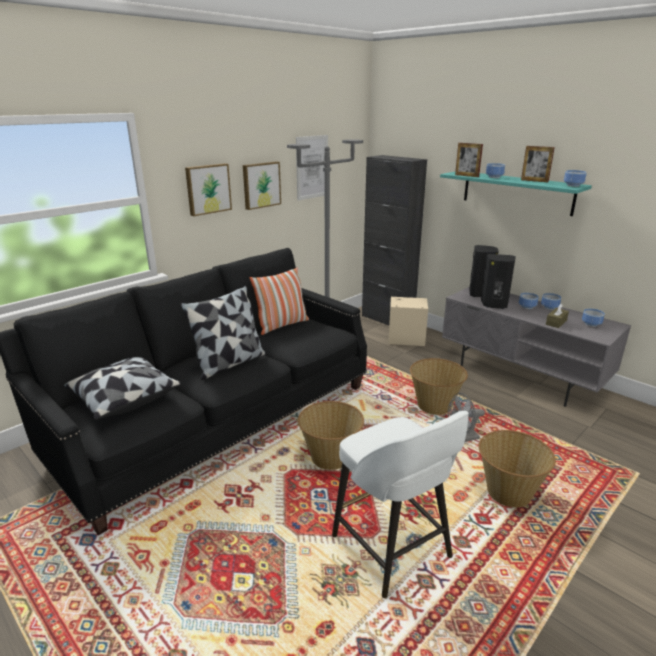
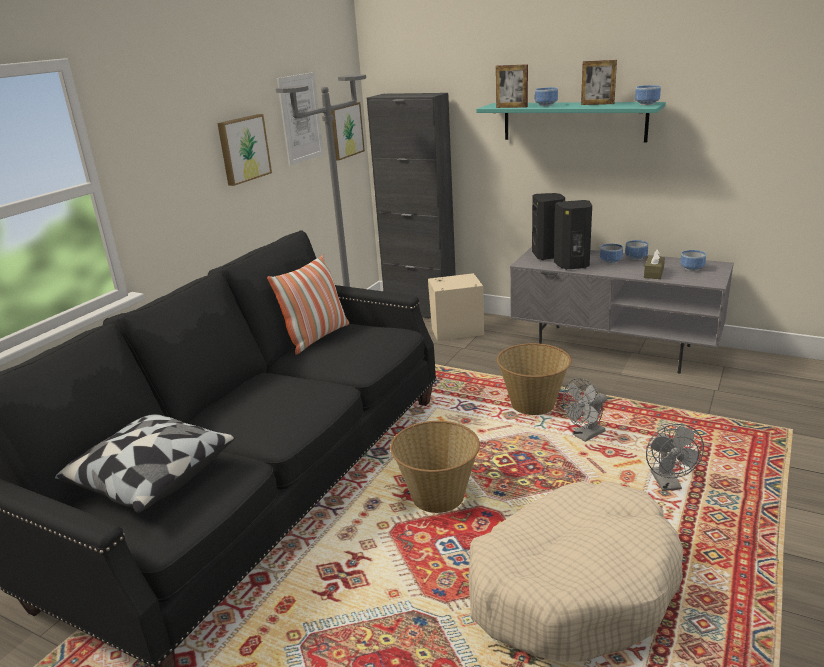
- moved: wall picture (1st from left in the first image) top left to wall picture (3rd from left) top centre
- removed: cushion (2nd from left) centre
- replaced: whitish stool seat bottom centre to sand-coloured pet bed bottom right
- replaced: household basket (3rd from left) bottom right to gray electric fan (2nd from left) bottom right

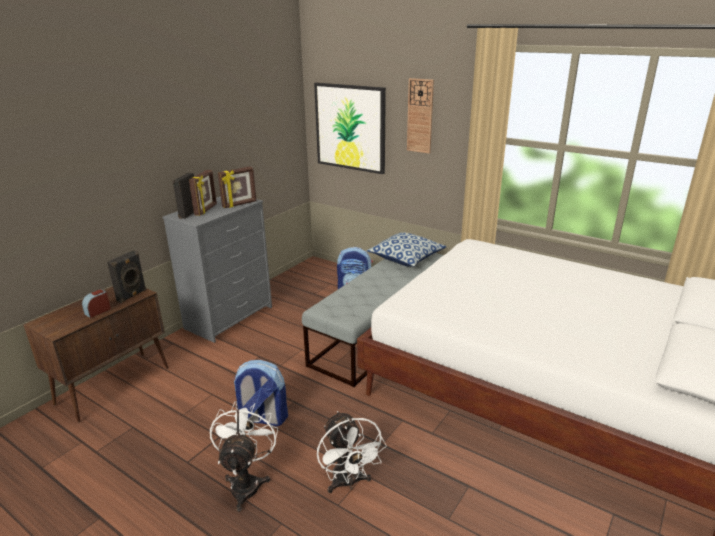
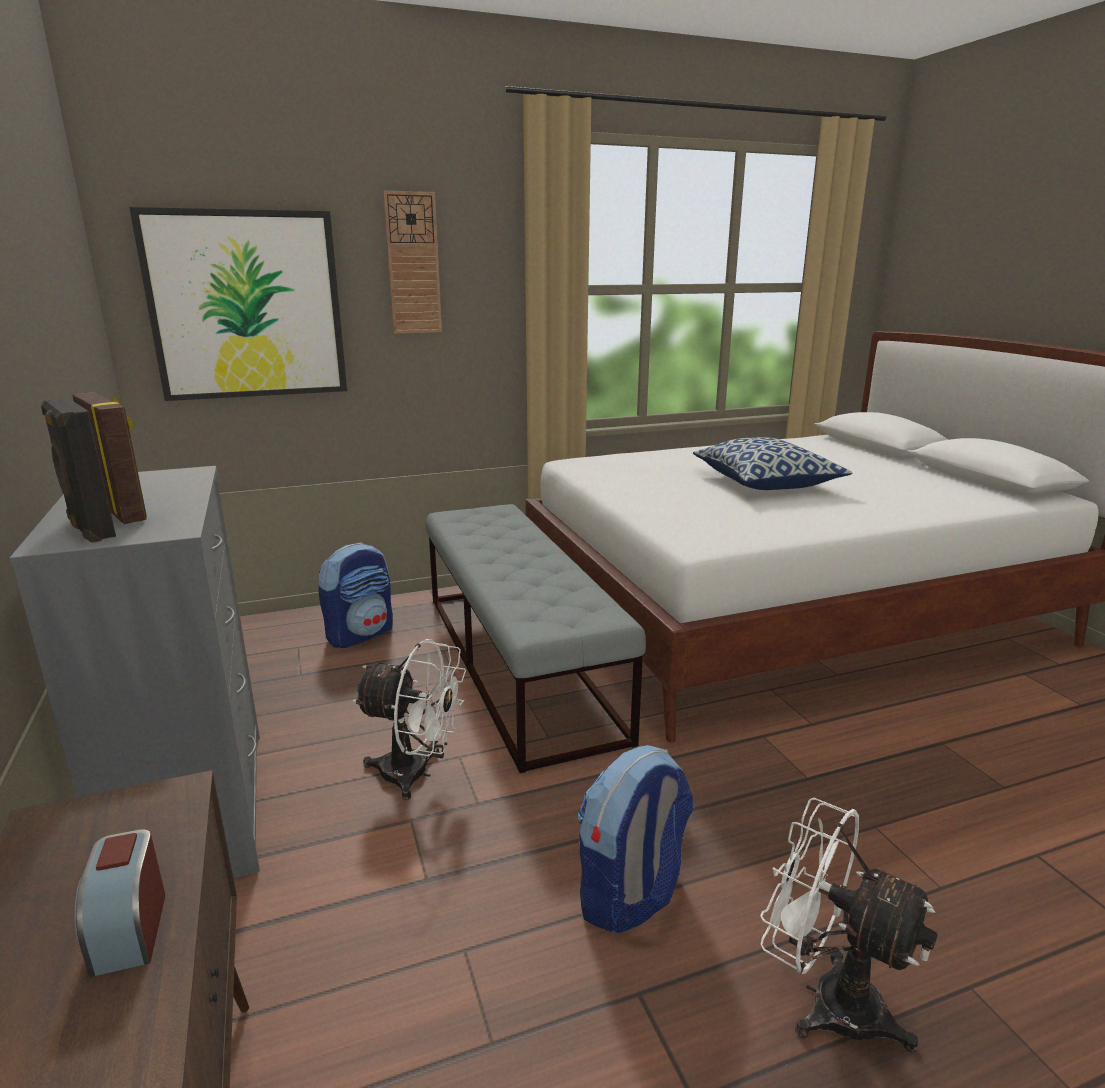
- removed: standing frame (2nd from left) middle left
- moved: cushion centre to middle right
- removed: black audio speaker (1st from left) middle left
- moved: whitish electric fan (2nd from left in the first image) bottom centre to whitish electric fan (1st from left) centre

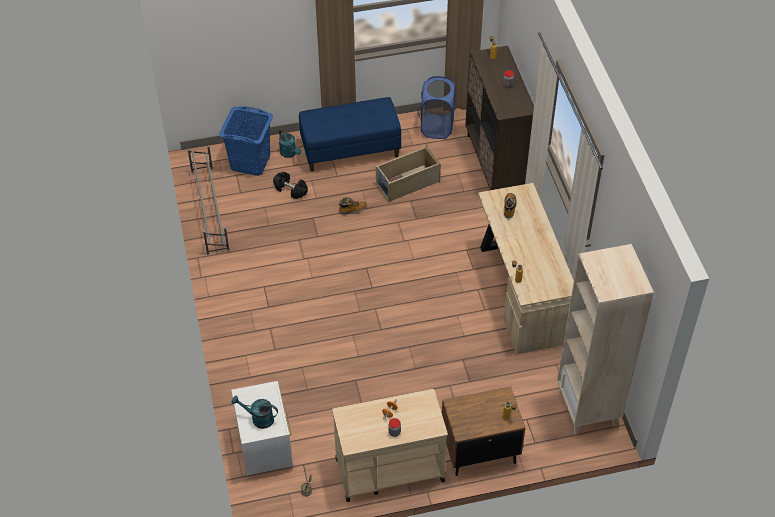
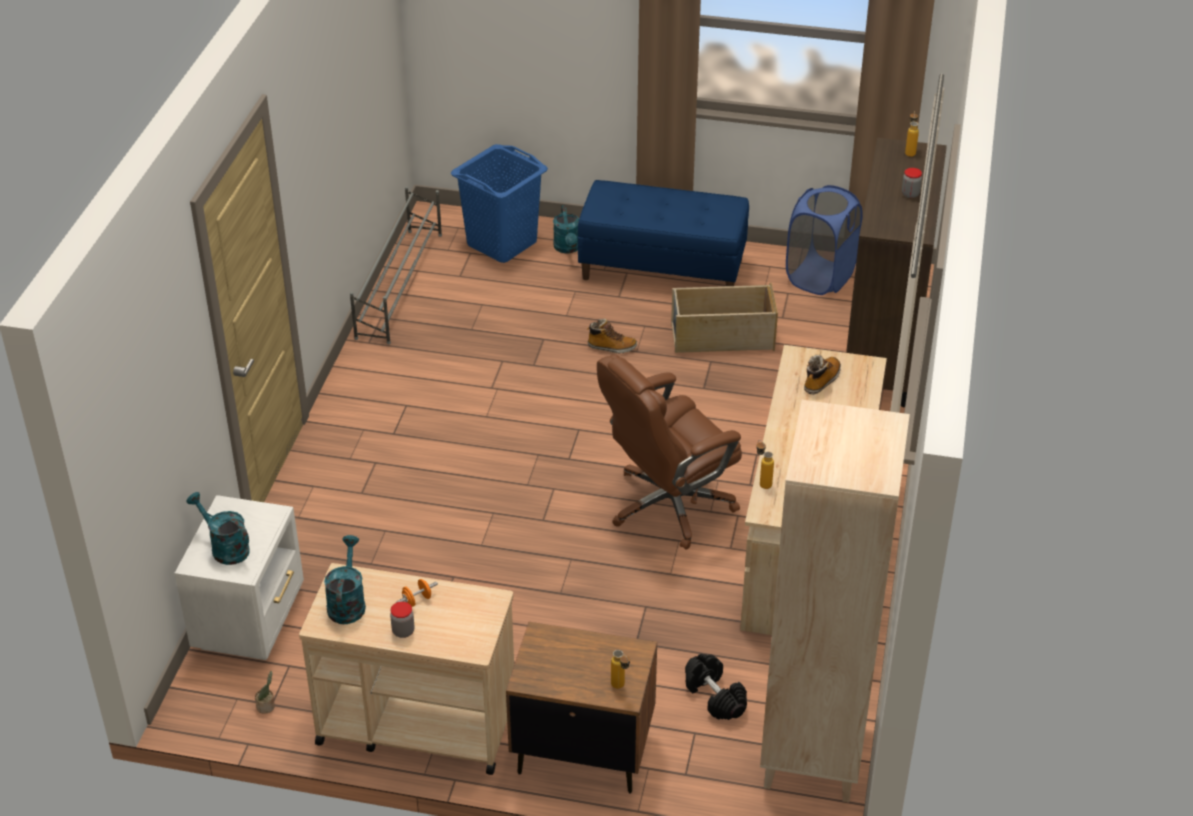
- moved: black dumbbell centre to bottom centre
- added: brown desk chair centre
- added: blue-green watering pot (2nd from left) bottom left

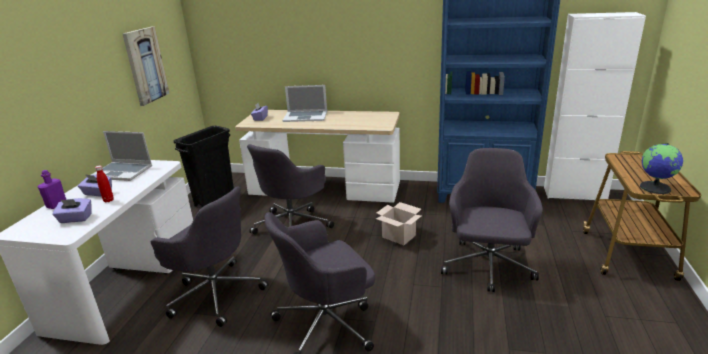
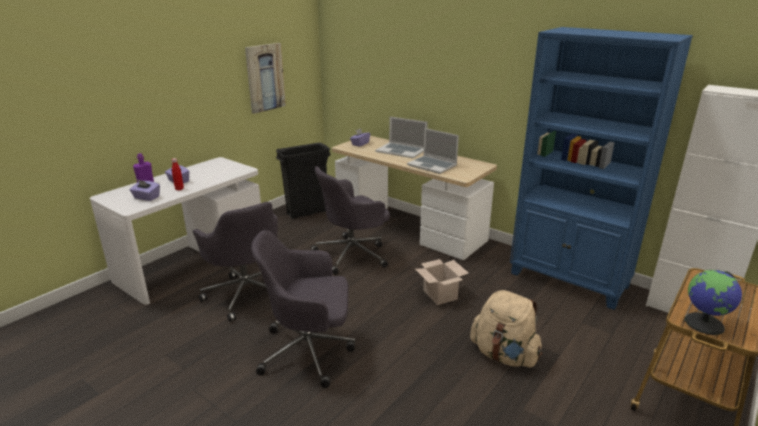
- moved: notebook computer (1st from left in the first image) middle left to notebook computer (2nd from left) centre
- replaced: gray desk chair (4th from left) middle right to sand-coloured knapsack bottom right

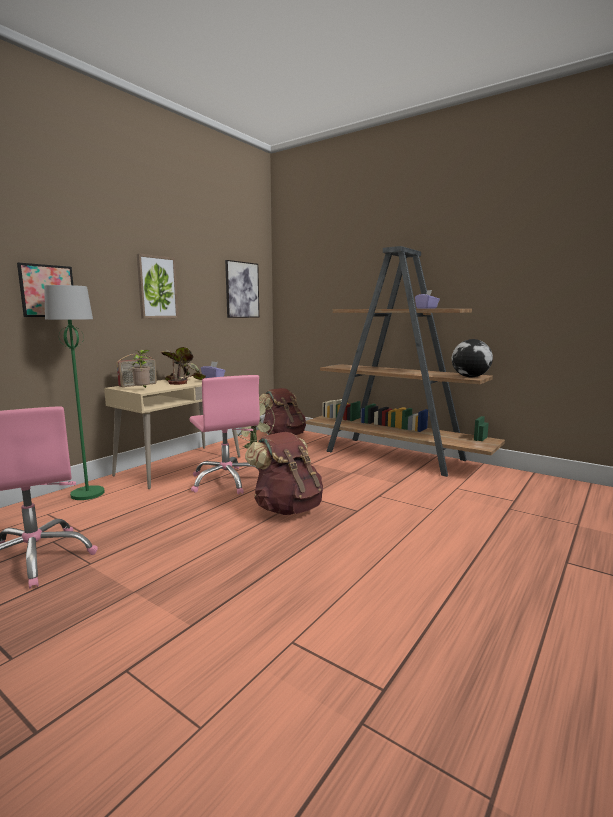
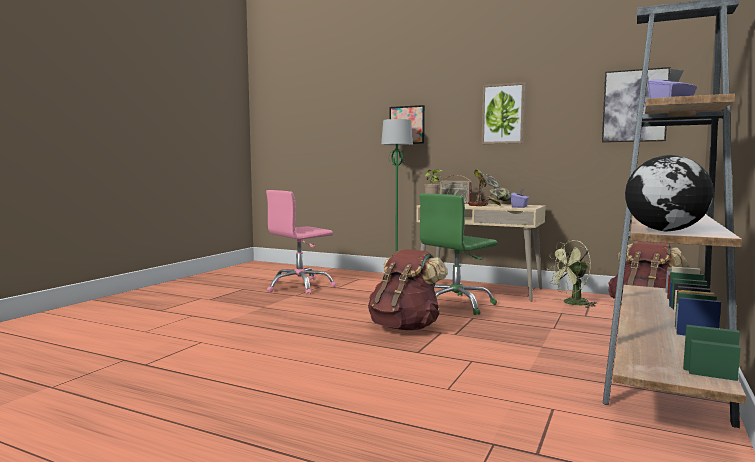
- recoloured: pink desk chair (2nd from left) centre to green-coloured desk chair centre

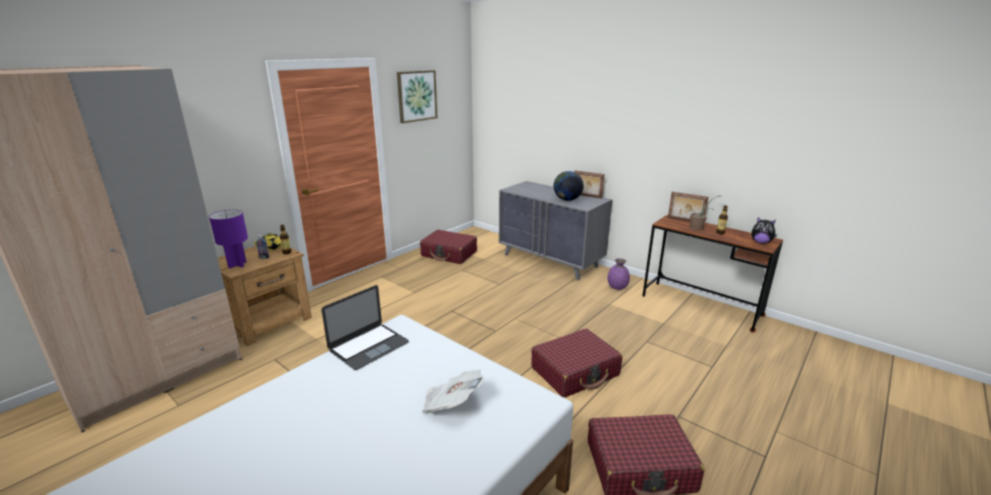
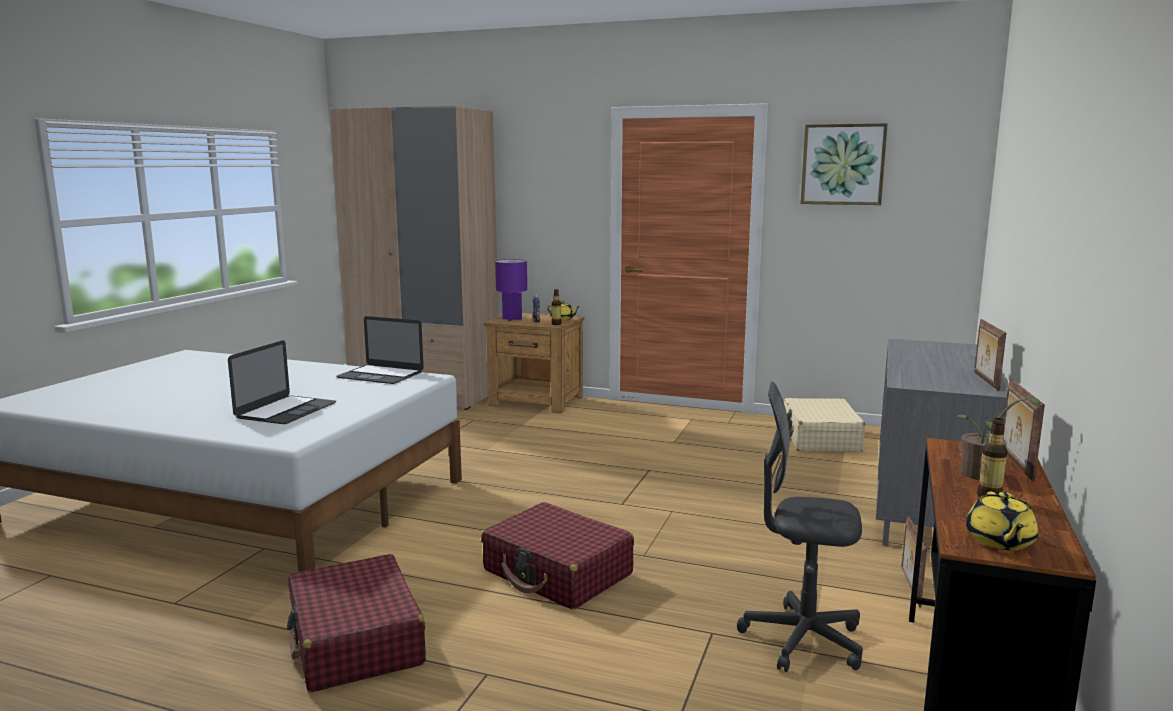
- removed: globe centre
- replaced: cuddly toy middle right to yellowish tea pot (2nd from left) bottom right
- recoloured: red-coloured travel case (1st from left) centre to sand-coloured travel case middle right
- replaced: purplish flower vase centre to standing frame (1st from left) bottom right
- replaced: daily paper bottom centre to notebook computer (1st from left) middle left
- added: gray desk chair bottom right

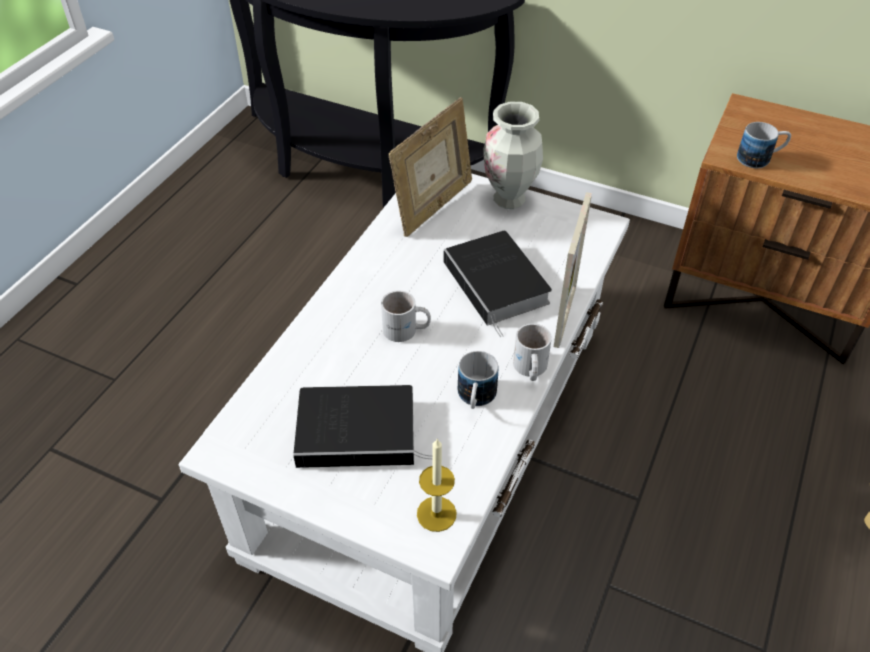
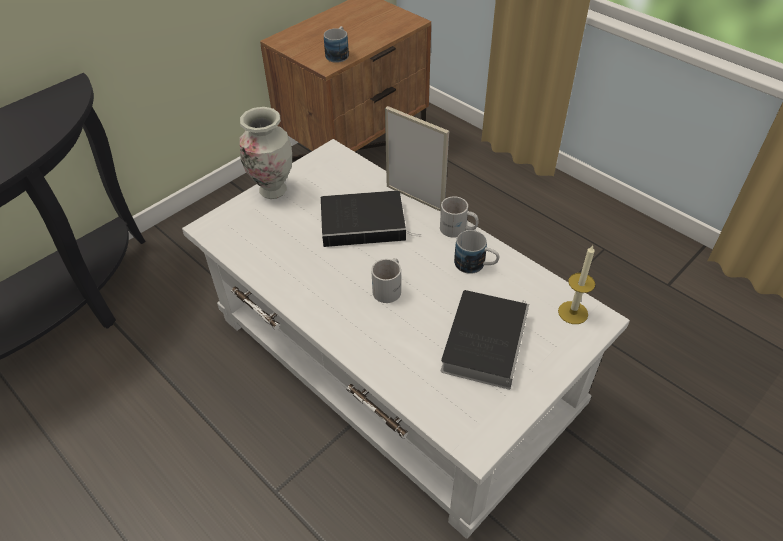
- removed: standing frame (1st from left) top centre

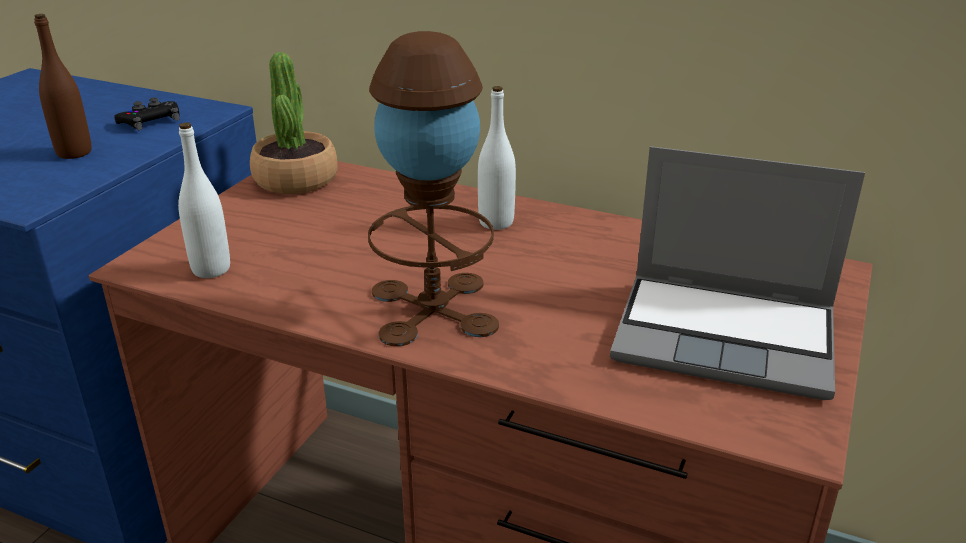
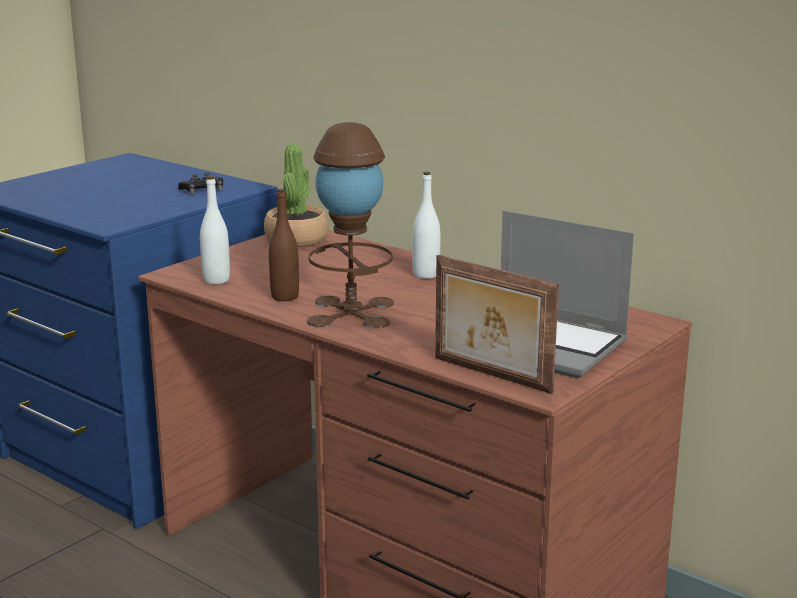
- moved: brown beverage bottle top left to centre
- added: standing frame centre

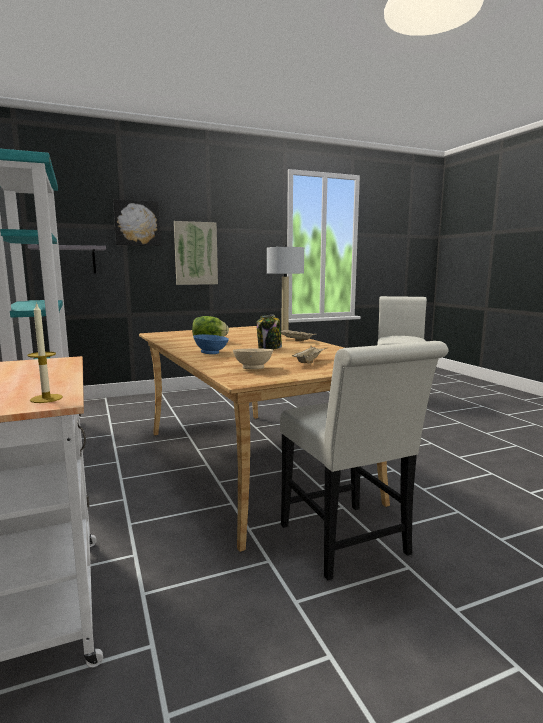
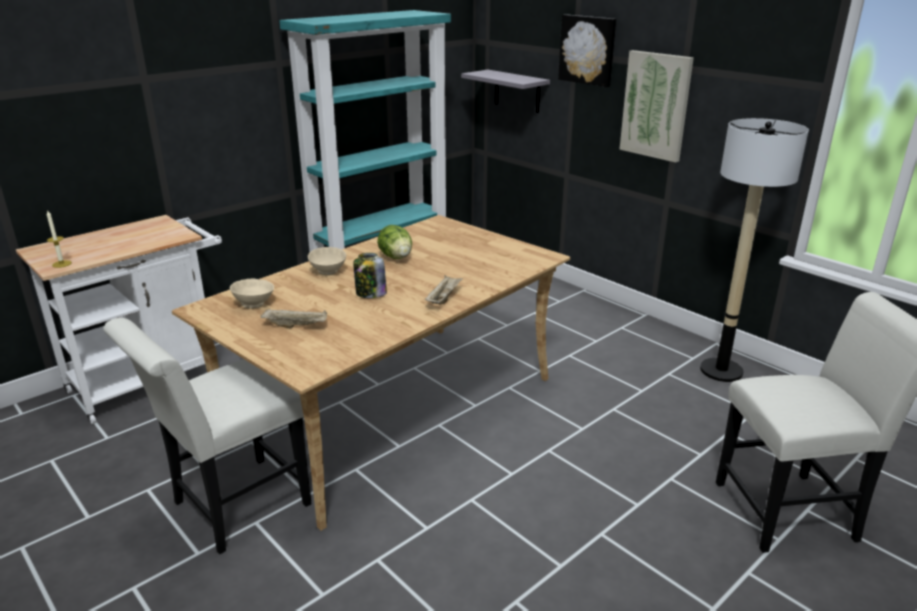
- recoloured: blue serving bowl centre to sand-coloured serving bowl (2nd from left) centre

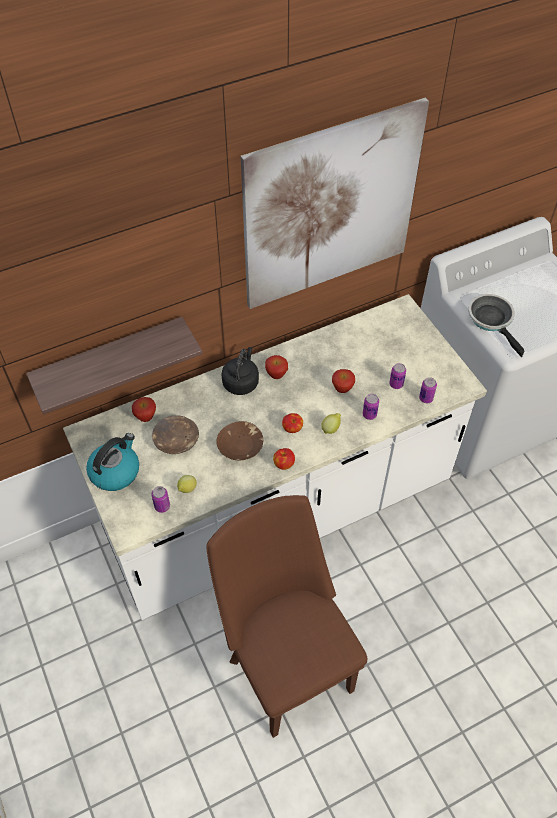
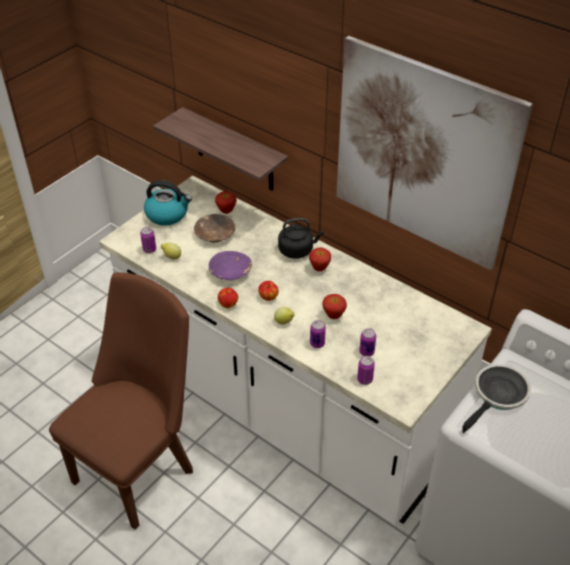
- recoloured: brown serving bowl (2nd from left) centre to purplish serving bowl centre

